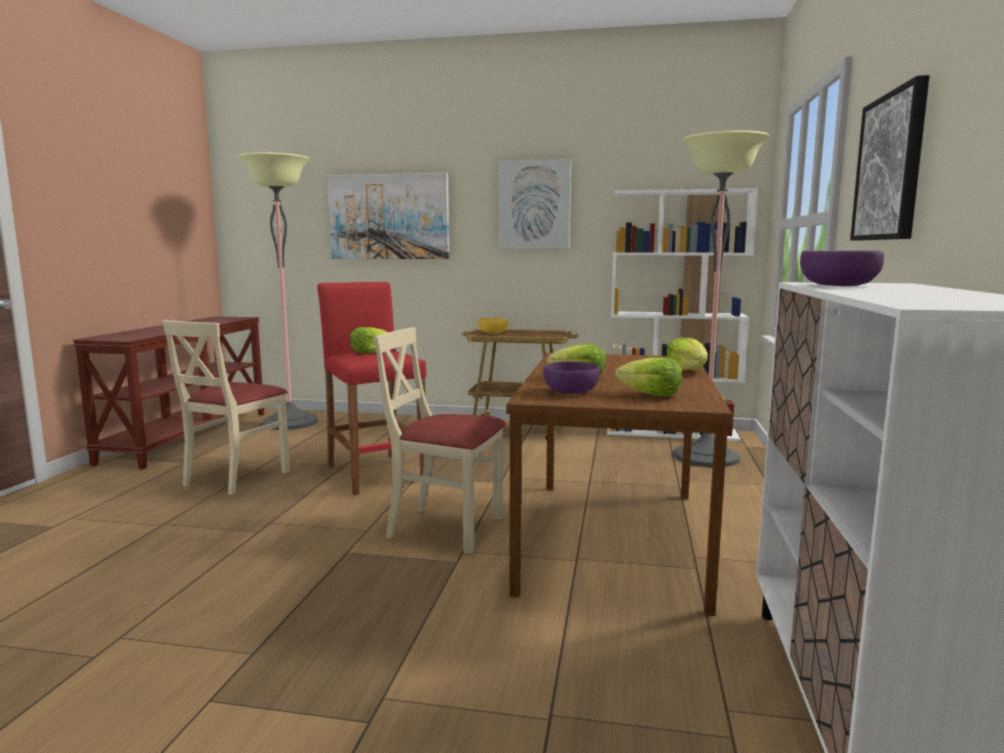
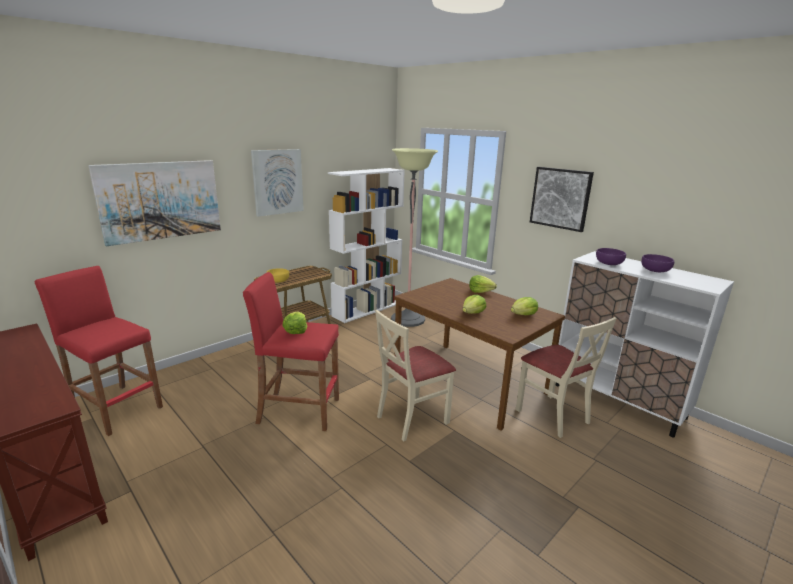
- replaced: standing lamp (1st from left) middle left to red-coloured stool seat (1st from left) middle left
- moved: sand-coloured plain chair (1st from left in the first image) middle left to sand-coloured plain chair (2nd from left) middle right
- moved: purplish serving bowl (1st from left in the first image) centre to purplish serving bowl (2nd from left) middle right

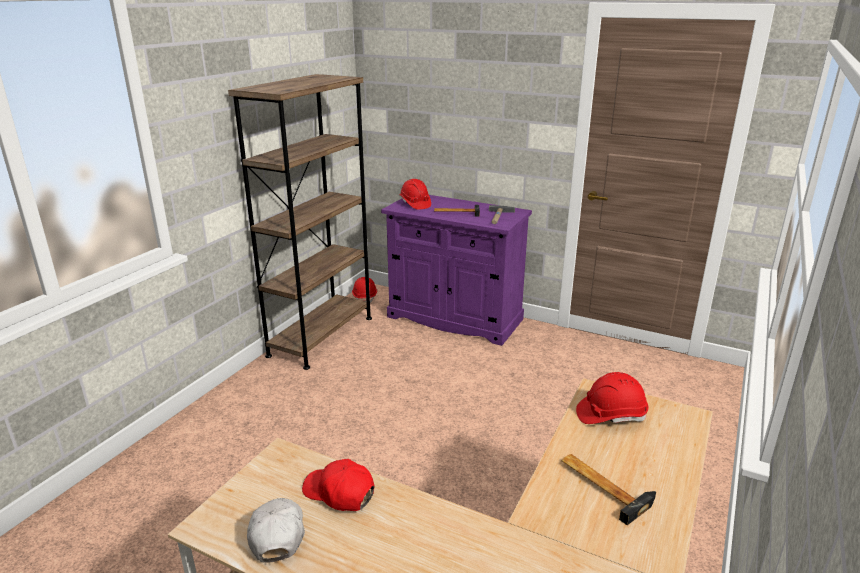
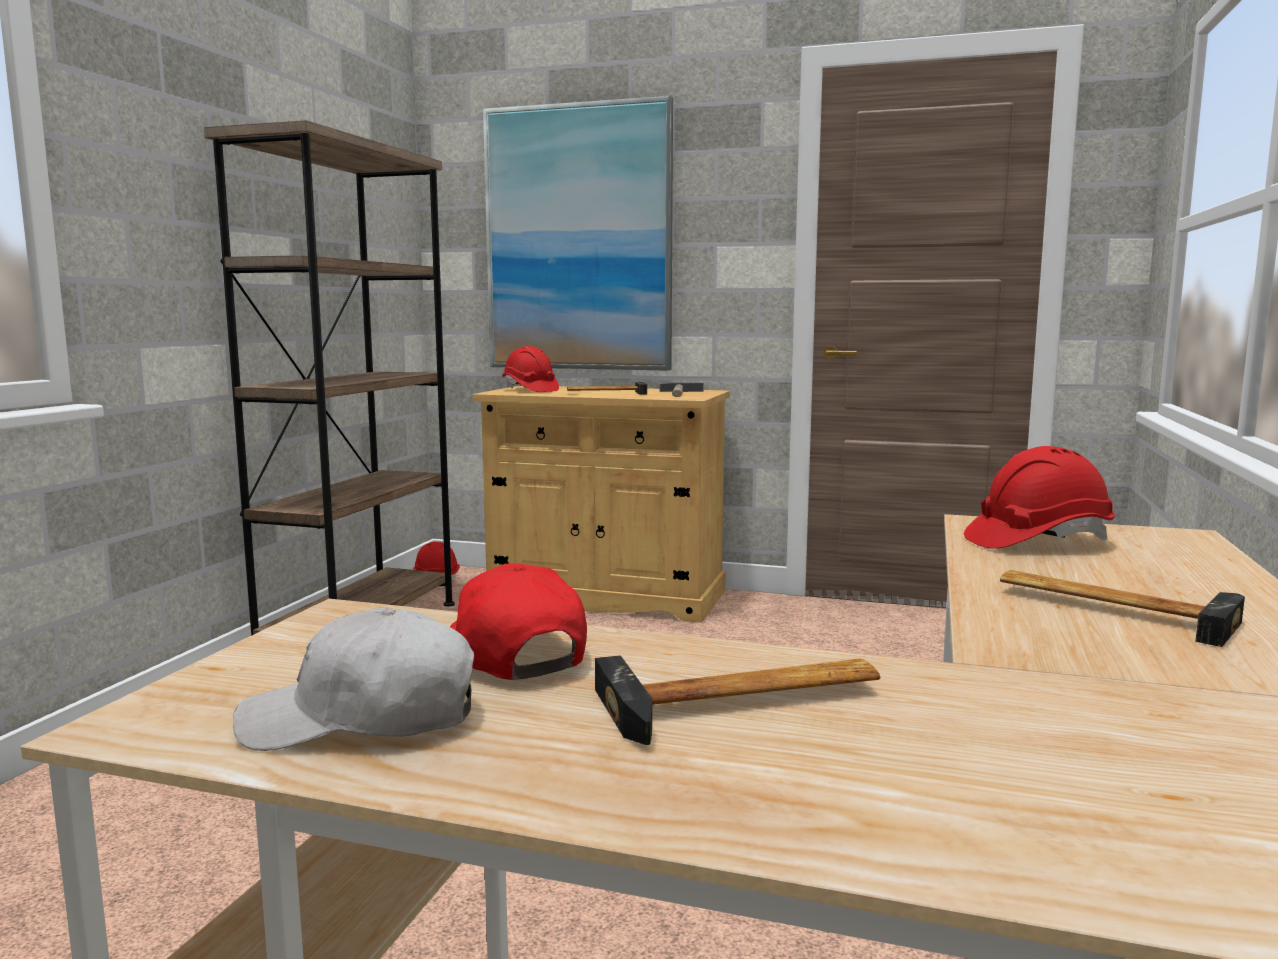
- recoloured: purplish cabinet centre to sand-coloured cabinet centre
- turned: red-coloured peaked cap bottom centre = centre 45 degrees clockwise
- turned: whitish peaked cap bottom left = bottom left 75 degrees counterclockwise
- added: wall picture top centre
- added: hammer (3rd from left) bottom centre

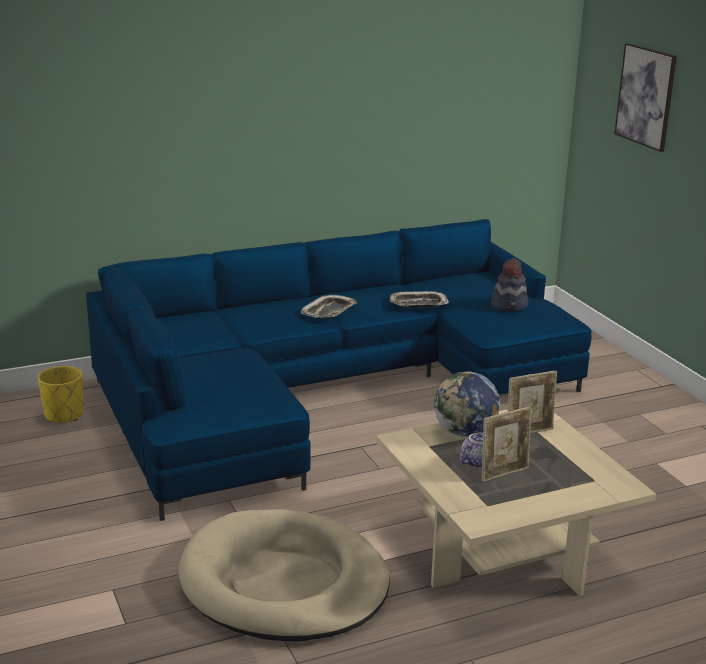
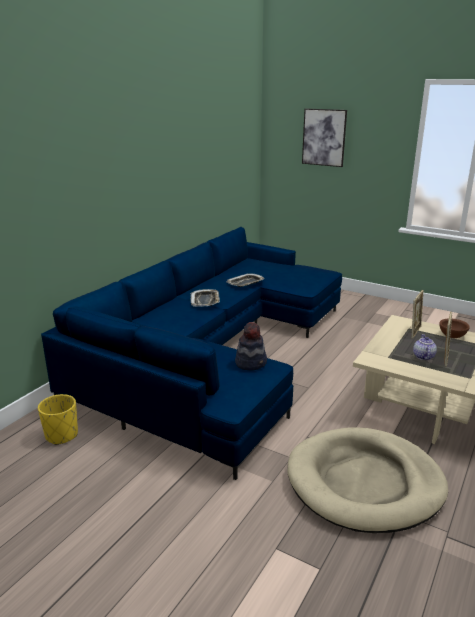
- moved: wearable hat middle right to centre
- removed: globe centre
- added: brown serving bowl middle right

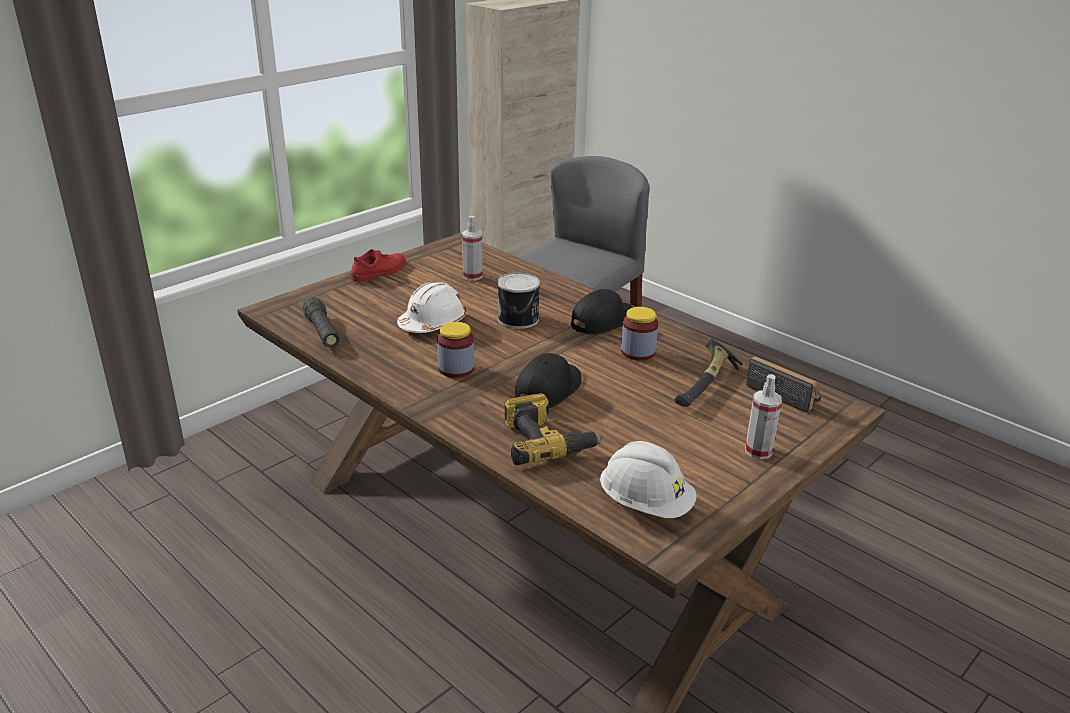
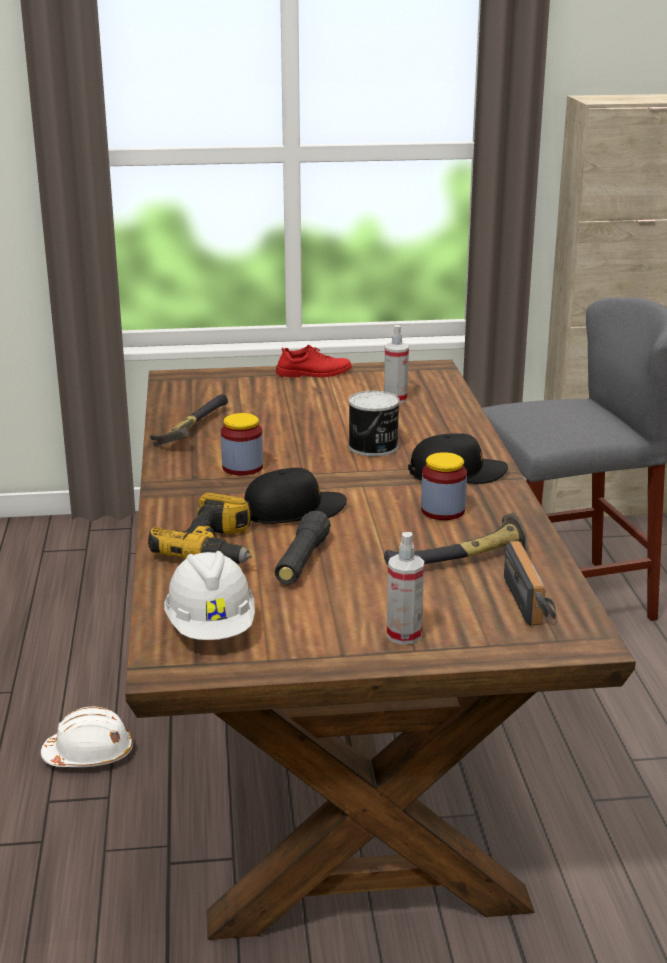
- moved: whitish work helmet (1st from left) centre to bottom left
- moved: black flashlight middle left to centre
- added: hammer (1st from left) middle left

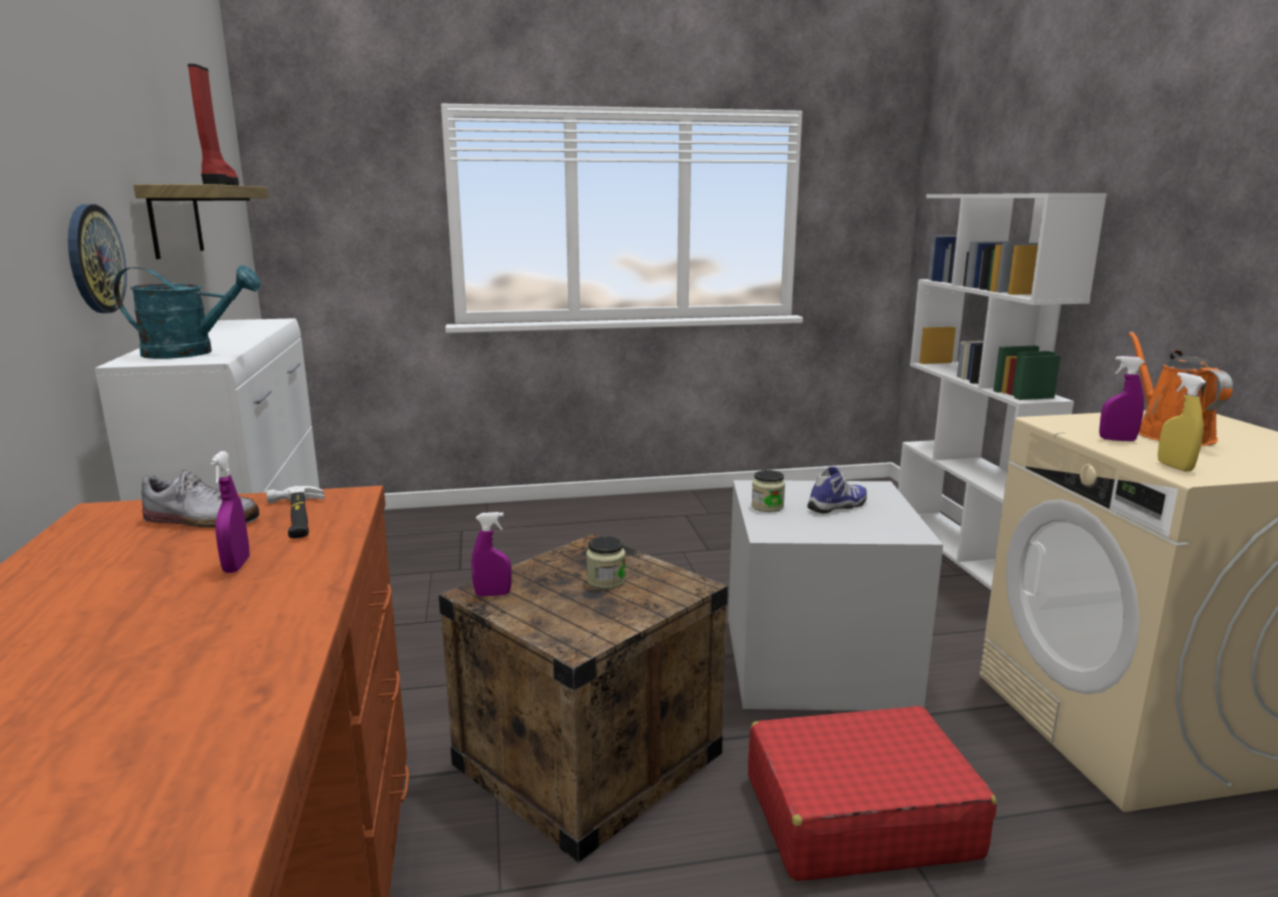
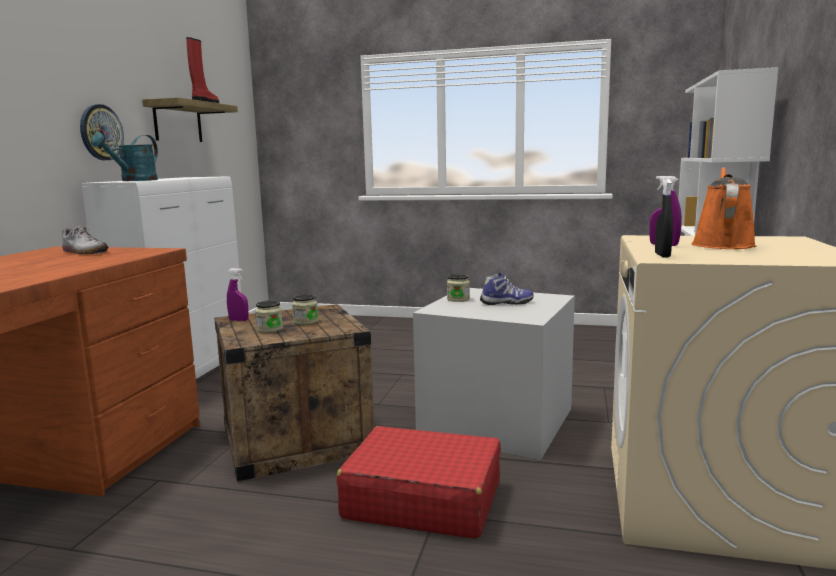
- turned: blue-green watering pot middle left = top left 90 degrees clockwise
- recoloured: yellowish spray bottle middle right to black spray bottle middle right
- removed: purplish spray bottle (1st from left) middle left
- removed: hammer middle left
- added: storage jar (1st from left) middle left

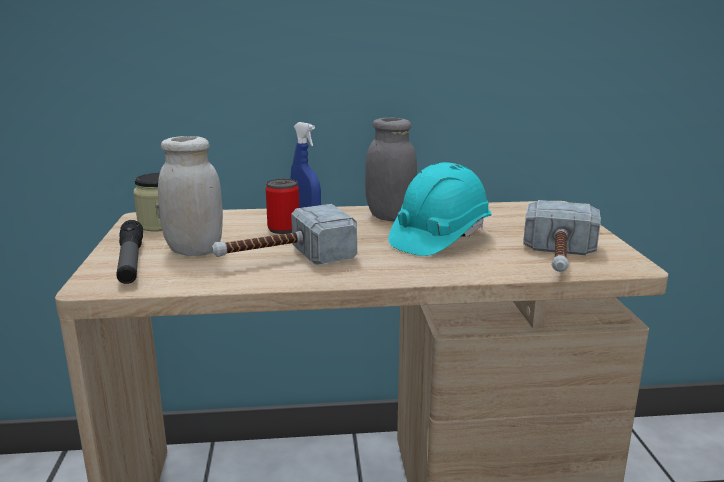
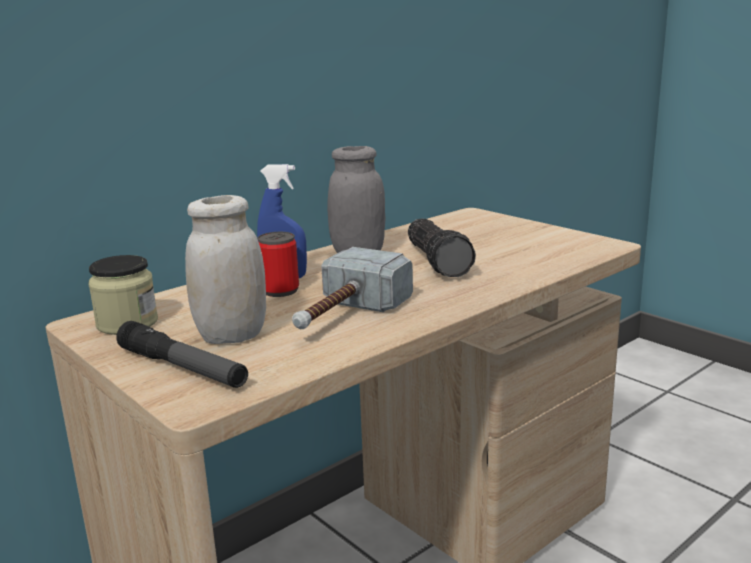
- replaced: blue-green work helmet centre to flashlight (2nd from left) centre
- removed: hammer (2nd from left) middle right

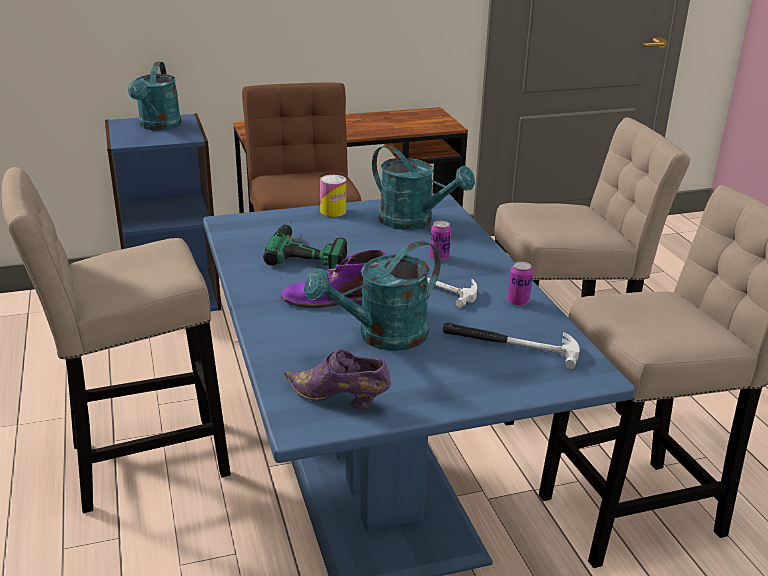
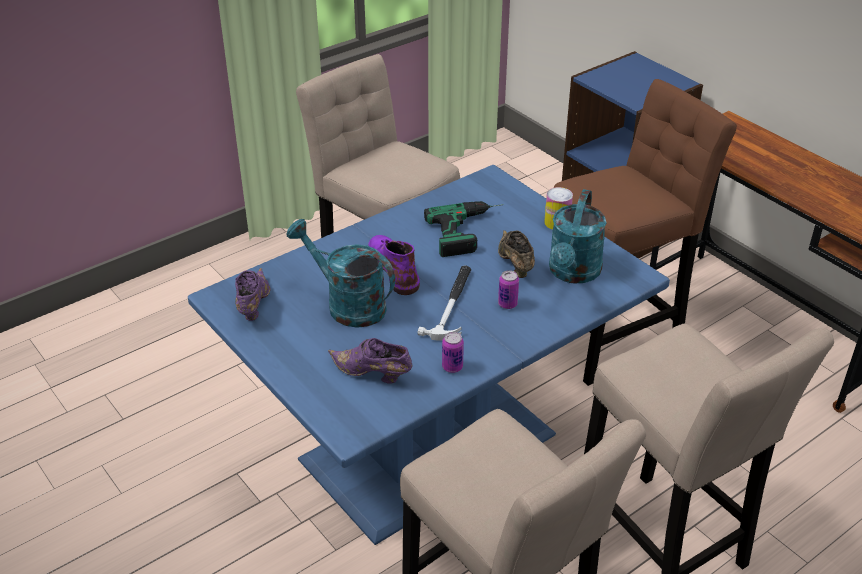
- removed: blue-green watering pot (1st from left) top left
- replaced: hammer (2nd from left) centre to purplish item of footwear (2nd from left) centre
- added: brown item of footwear centre

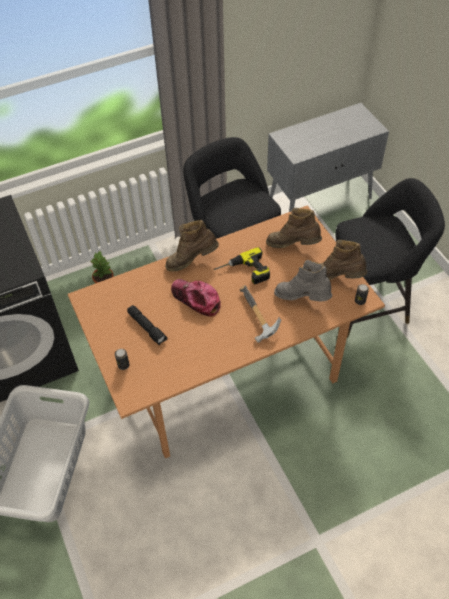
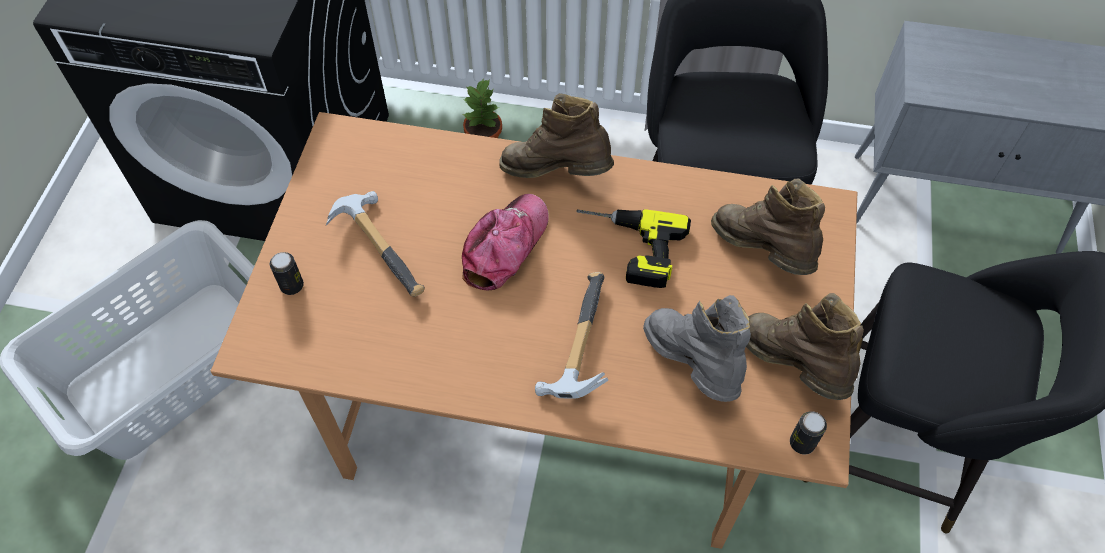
- turned: peaked cap centre = centre 45 degrees clockwise
- replaced: black flashlight middle left to hammer (1st from left) centre

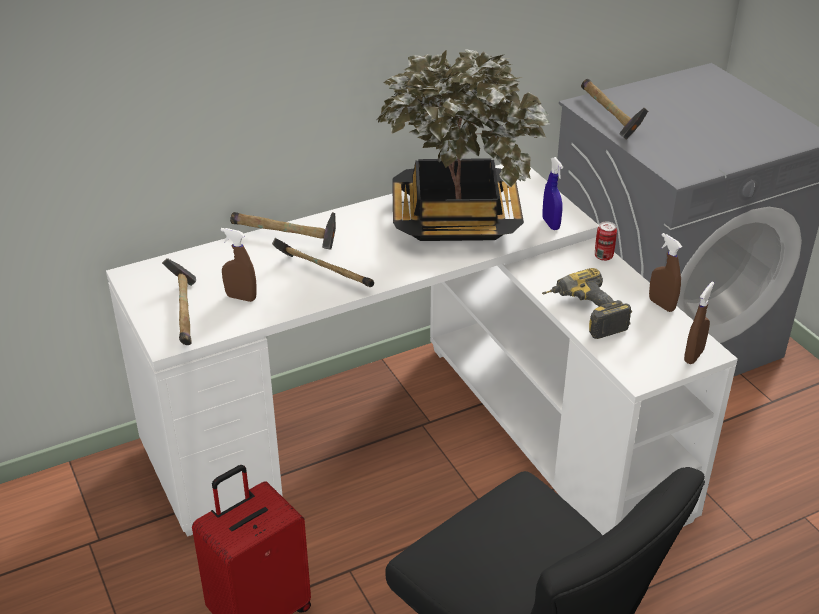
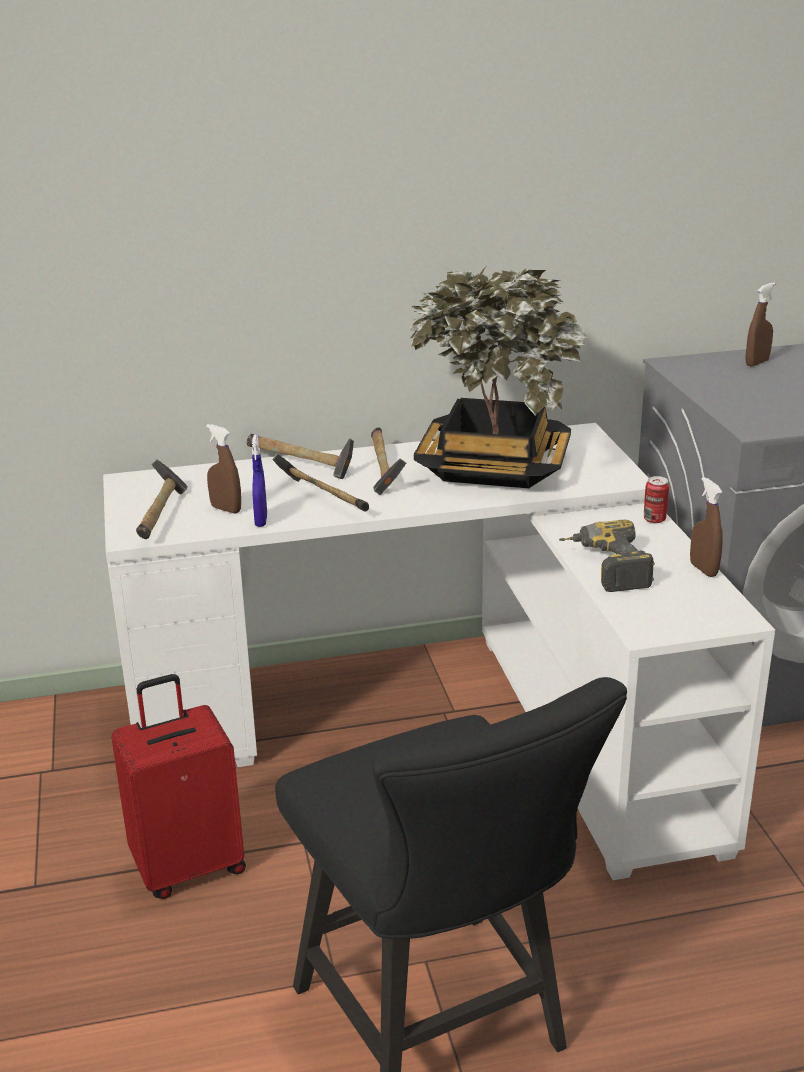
- moved: hammer (4th from left) top right to centre
- moved: blue spray bottle top right to middle left
- moved: brown spray bottle (3rd from left) middle right to top right

